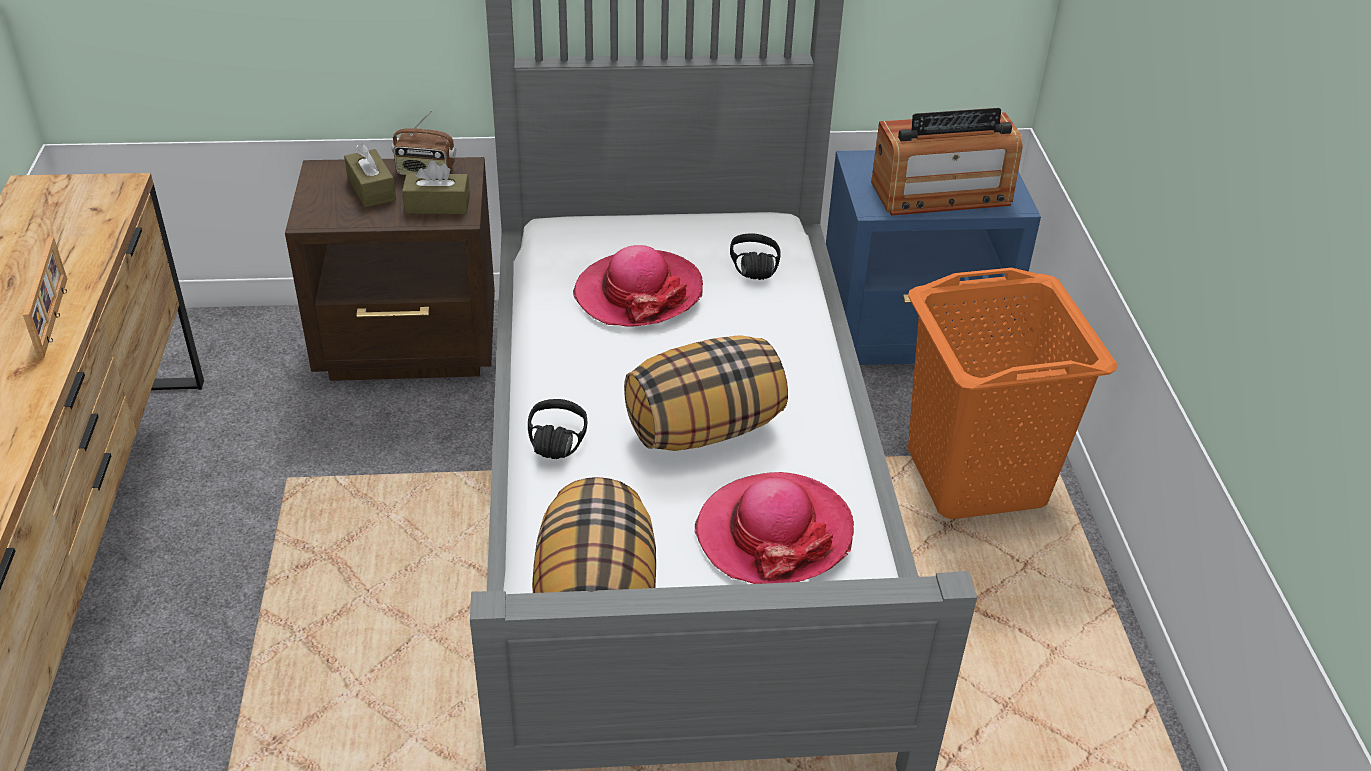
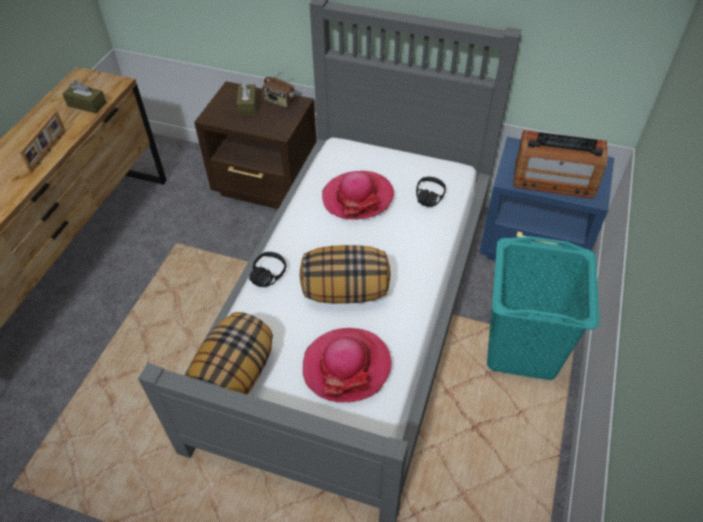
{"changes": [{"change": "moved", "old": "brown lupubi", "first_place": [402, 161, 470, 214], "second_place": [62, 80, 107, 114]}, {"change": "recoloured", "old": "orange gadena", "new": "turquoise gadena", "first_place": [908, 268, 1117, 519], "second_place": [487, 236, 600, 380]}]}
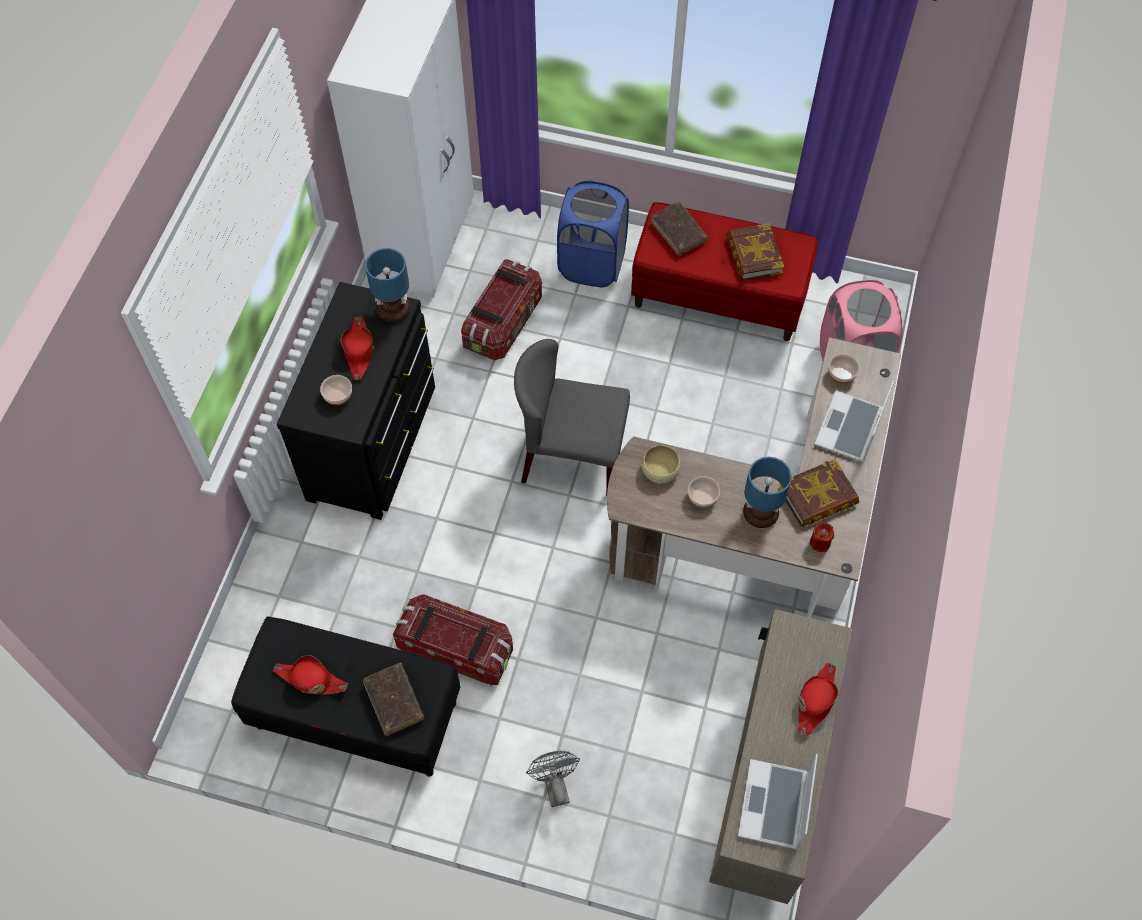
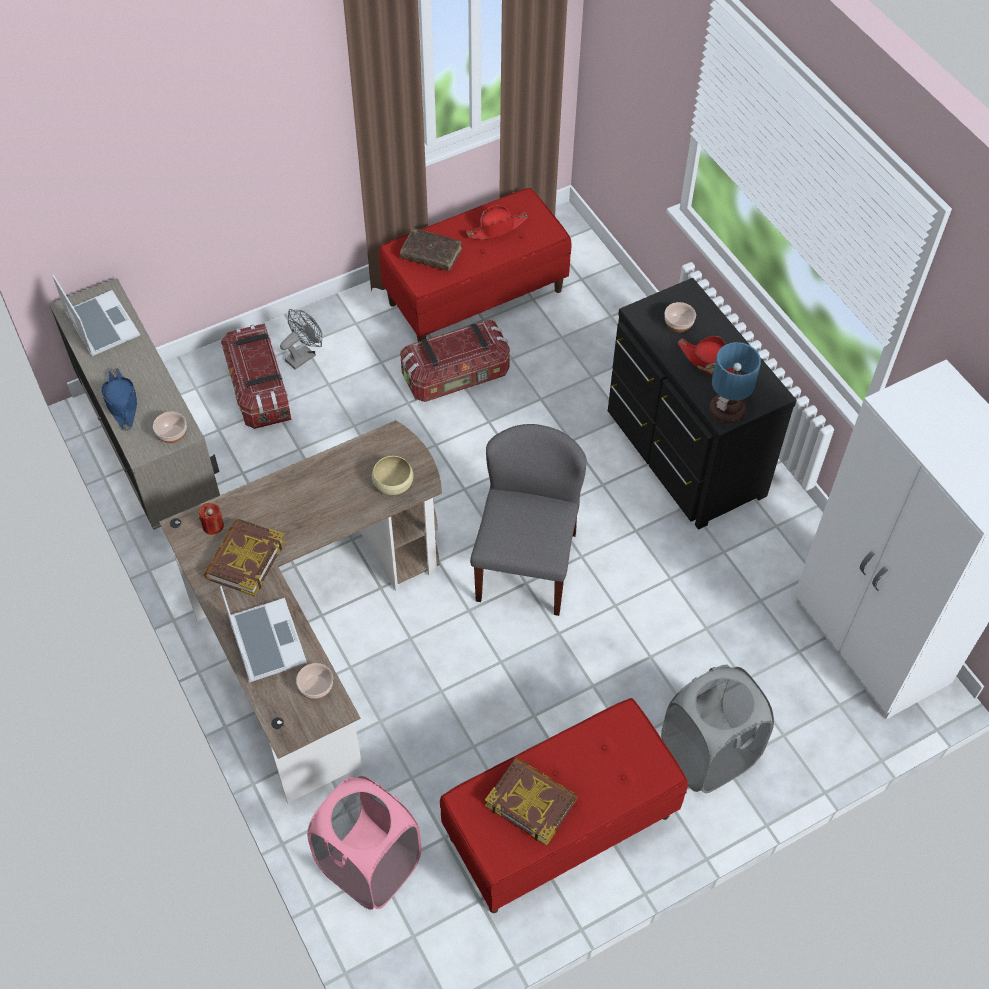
{"changes": [{"change": "removed", "old": "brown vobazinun", "first_place": [651, 202, 708, 256]}, {"change": "removed", "old": "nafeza", "first_place": [743, 457, 792, 528]}, {"change": "moved", "old": "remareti", "first_place": [461, 259, 542, 360], "second_place": [221, 324, 292, 429]}, {"change": "moved", "old": "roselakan", "first_place": [688, 476, 720, 508], "second_place": [153, 412, 187, 443]}, {"change": "recoloured", "old": "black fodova", "new": "red fodova", "first_place": [231, 617, 460, 777], "second_place": [379, 188, 571, 342]}, {"change": "recoloured", "old": "blue gadena", "new": "grey gadena", "first_place": [557, 181, 629, 287], "second_place": [661, 665, 774, 793]}, {"change": "recoloured", "old": "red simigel", "new": "blue simigel", "first_place": [798, 663, 838, 737], "second_place": [101, 368, 137, 431]}, {"change": "turned", "old": "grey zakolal", "first_place": [514, 339, 630, 496], "second_place": [470, 424, 587, 616], "degrees": -45}, {"change": "turned", "old": "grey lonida", "first_place": [526, 751, 580, 807], "second_place": [280, 309, 322, 370], "degrees": -75}]}
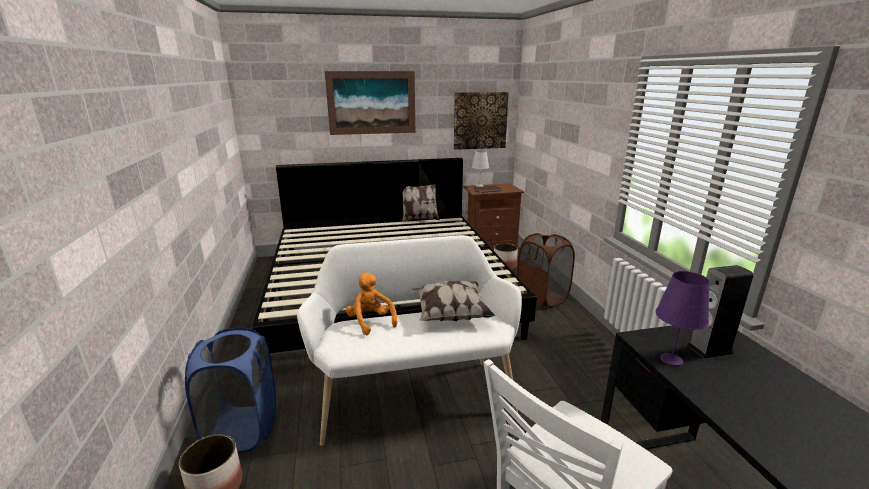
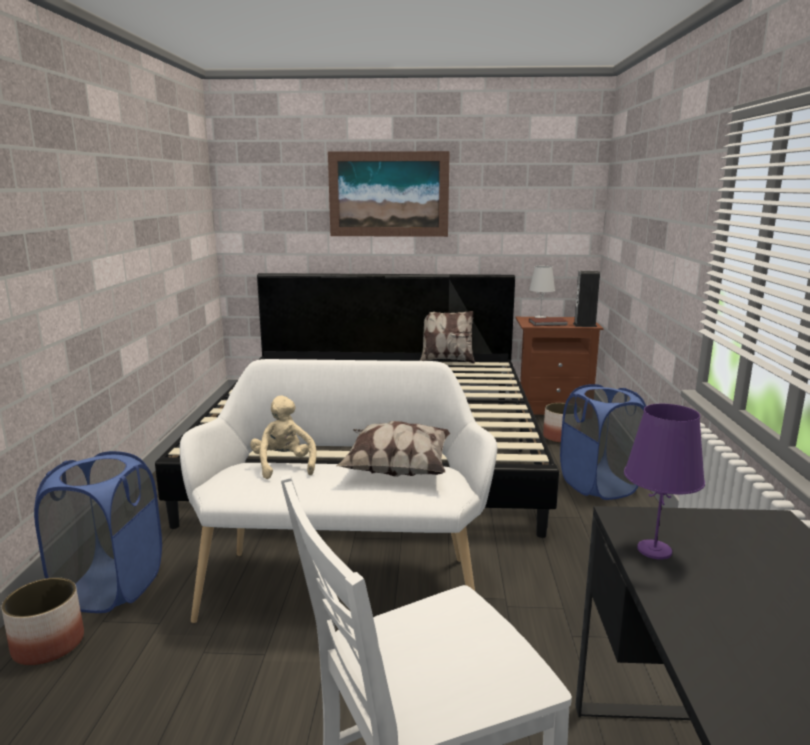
{"changes": [{"change": "removed", "old": "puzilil", "first_place": [454, 92, 509, 150]}, {"change": "moved", "old": "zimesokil", "first_place": [687, 265, 754, 359], "second_place": [573, 271, 600, 327]}, {"change": "recoloured", "old": "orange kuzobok", "new": "beige kuzobok", "first_place": [346, 273, 397, 335], "second_place": [250, 396, 317, 479]}, {"change": "recoloured", "old": "brown gadena", "new": "blue gadena", "first_place": [517, 233, 575, 308], "second_place": [560, 384, 646, 500]}]}
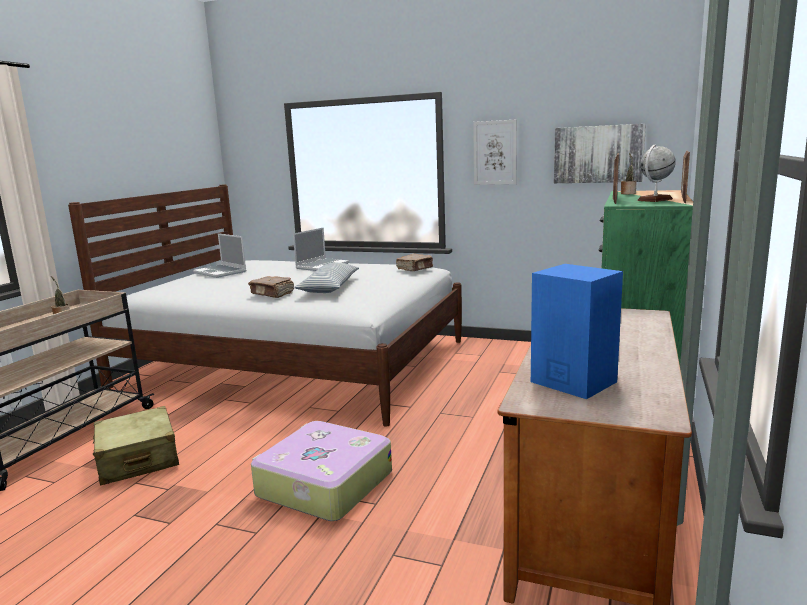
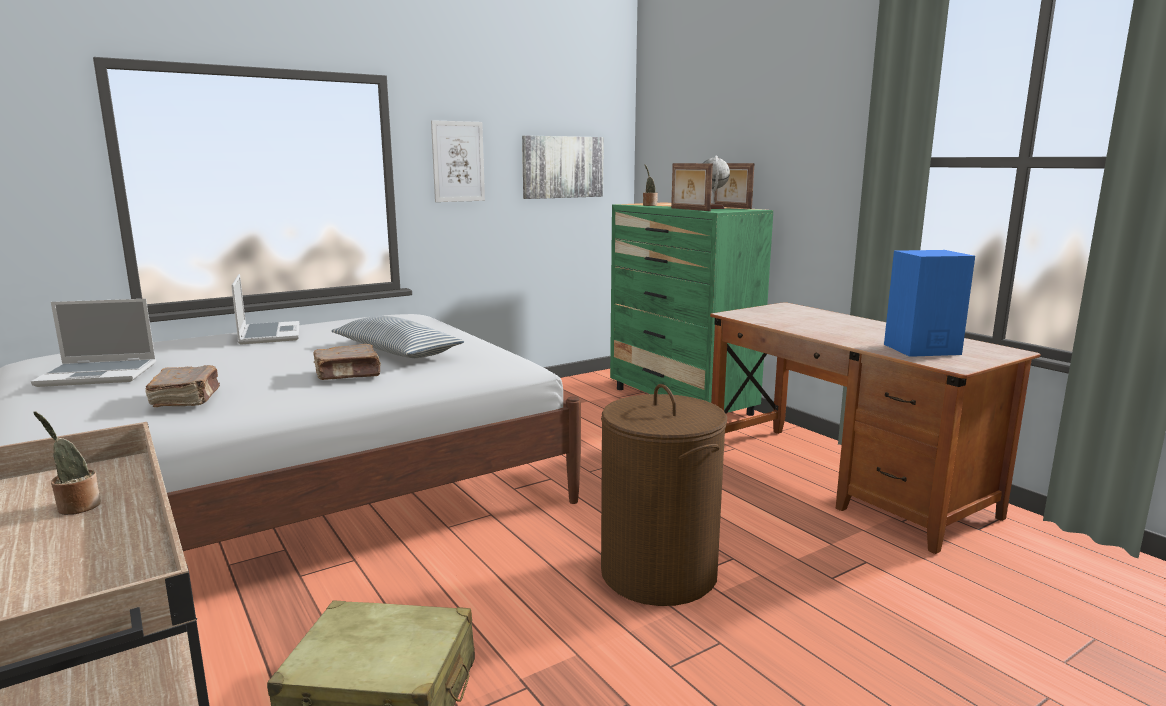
{"changes": [{"change": "moved", "old": "brown vobazinun", "first_place": [396, 254, 433, 271], "second_place": [145, 365, 220, 407]}, {"change": "replaced", "old": "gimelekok", "new": "brown gadena", "first_place": [251, 421, 392, 521], "second_place": [601, 384, 727, 606]}]}
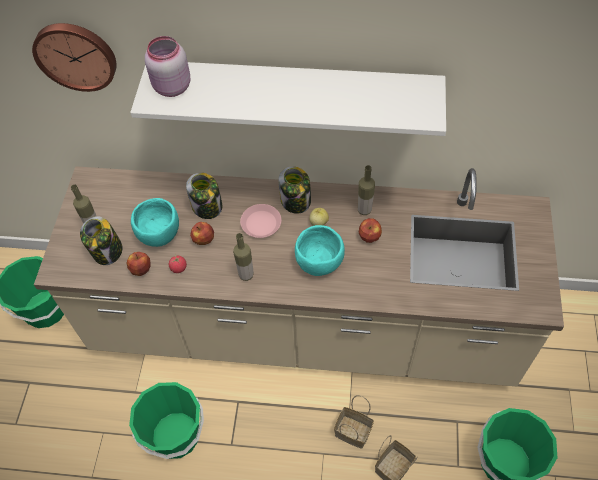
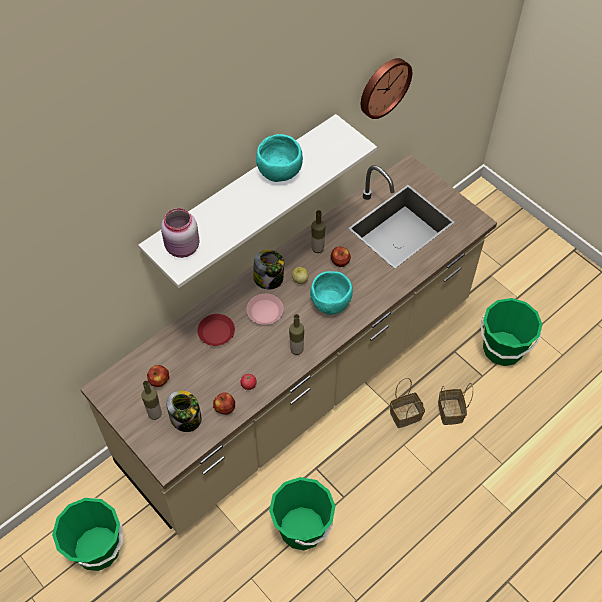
{"changes": [{"change": "moved", "old": "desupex", "first_place": [32, 23, 117, 92], "second_place": [361, 58, 412, 119]}, {"change": "moved", "old": "turquoise roselakan", "first_place": [131, 198, 179, 247], "second_place": [256, 134, 303, 182]}, {"change": "moved", "old": "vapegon", "first_place": [190, 222, 214, 245], "second_place": [147, 365, 169, 387]}, {"change": "replaced", "old": "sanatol", "new": "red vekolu", "first_place": [186, 173, 223, 219], "second_place": [197, 314, 235, 346]}]}
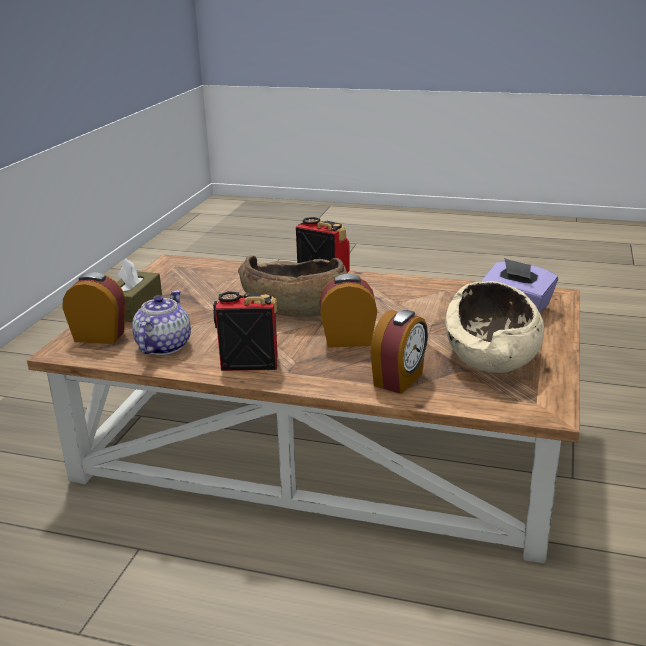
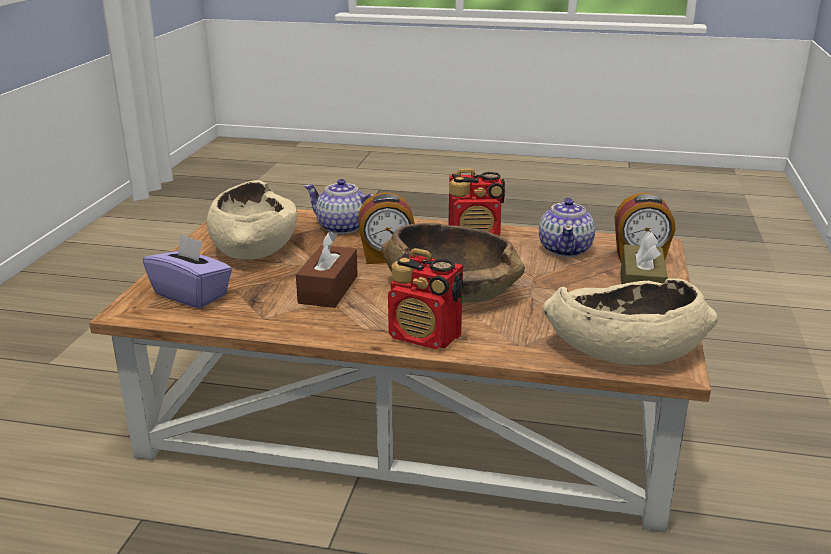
{"changes": [{"change": "added", "new": "brown lupubi", "second_place": [296, 232, 358, 308]}, {"change": "added", "new": "beige roselakan", "second_place": [543, 278, 718, 365]}, {"change": "replaced", "old": "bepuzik", "new": "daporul", "first_place": [370, 310, 428, 394], "second_place": [304, 179, 373, 234]}]}
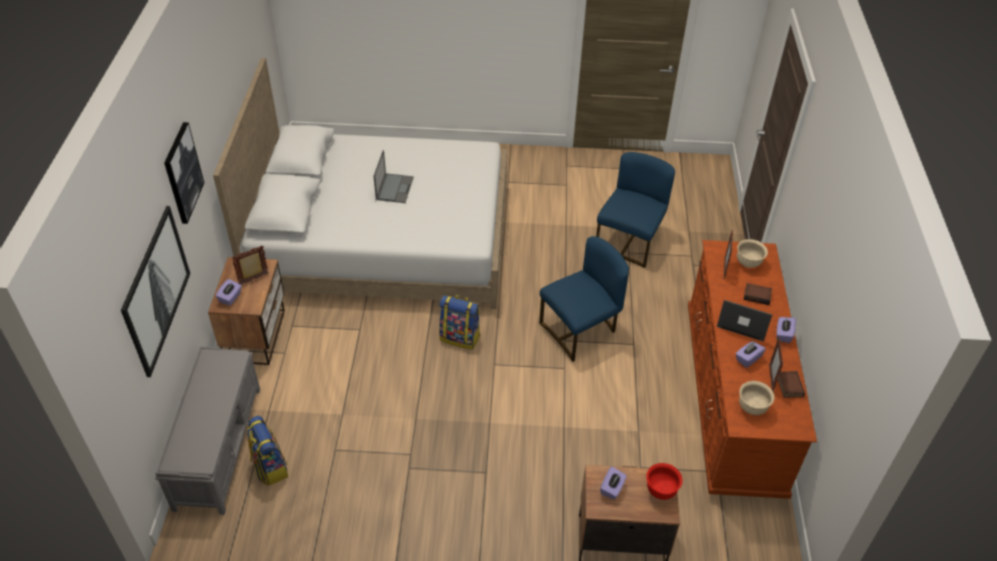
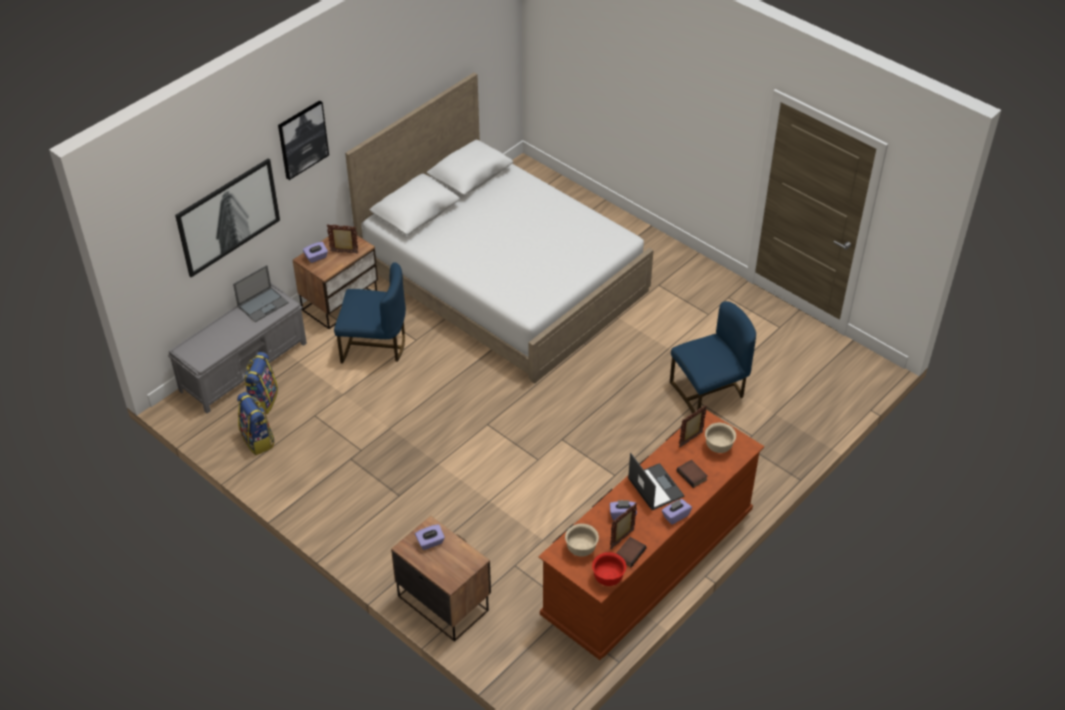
{"changes": [{"change": "moved", "old": "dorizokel", "first_place": [374, 150, 414, 203], "second_place": [233, 265, 289, 322]}, {"change": "moved", "old": "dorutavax", "first_place": [439, 295, 480, 350], "second_place": [237, 392, 274, 455]}, {"change": "moved", "old": "blue zakolal", "first_place": [539, 236, 629, 362], "second_place": [334, 262, 406, 364]}, {"change": "moved", "old": "red roselakan", "first_place": [646, 463, 683, 500], "second_place": [592, 552, 626, 586]}]}
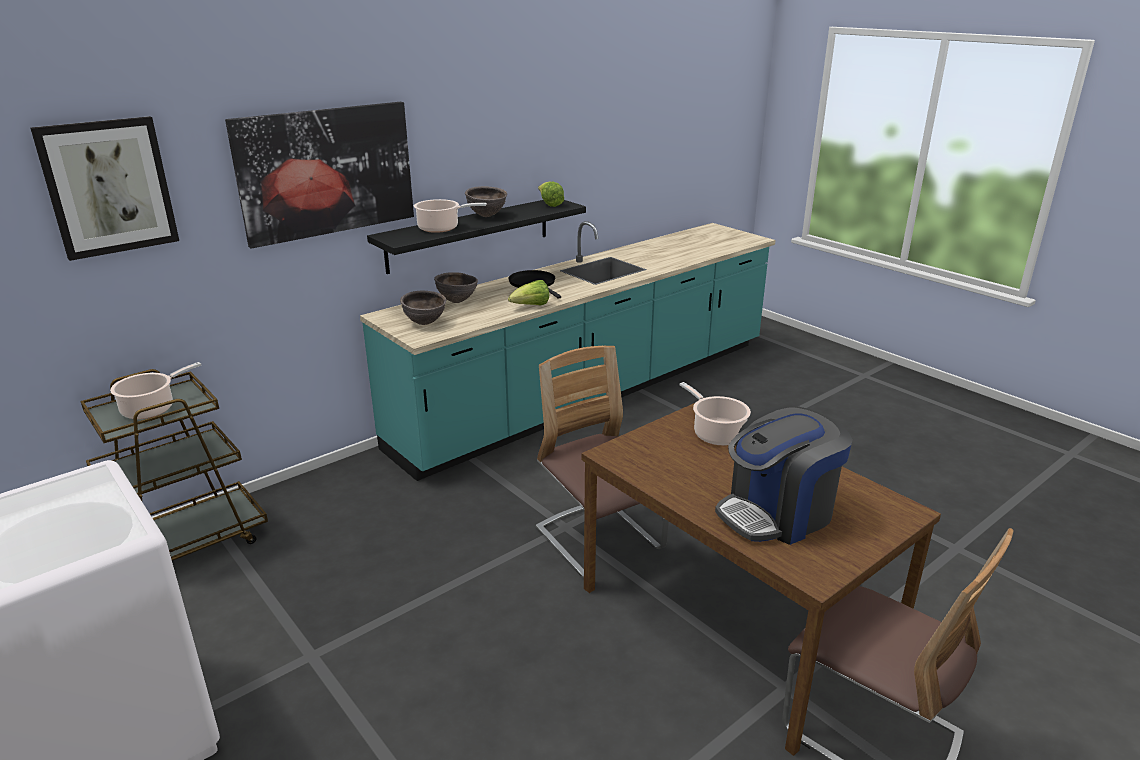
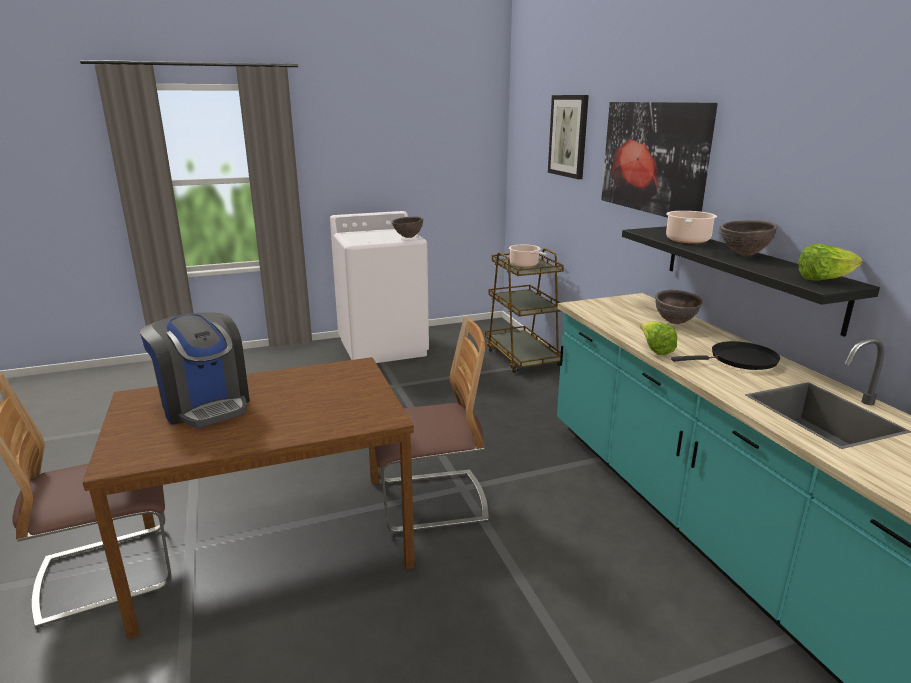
{"changes": [{"change": "removed", "old": "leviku", "first_place": [680, 382, 751, 446]}, {"change": "moved", "old": "brown roselakan", "first_place": [400, 290, 446, 325], "second_place": [392, 216, 423, 238]}, {"change": "turned", "old": "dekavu", "first_place": [715, 405, 853, 545], "second_place": [140, 313, 250, 428], "degrees": 150}]}
